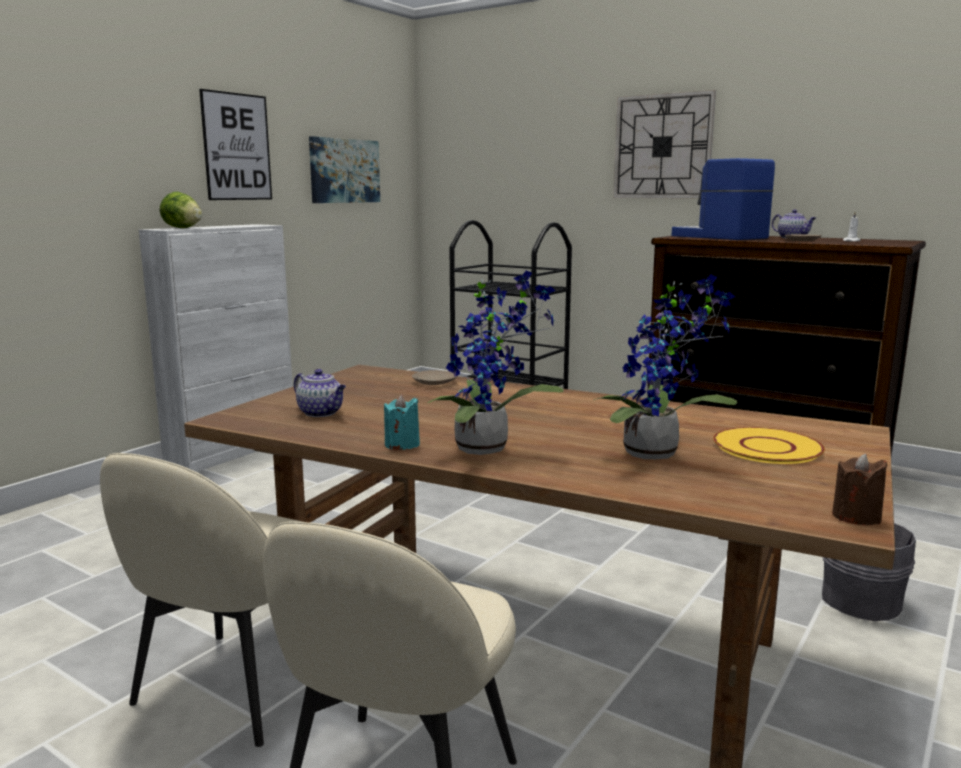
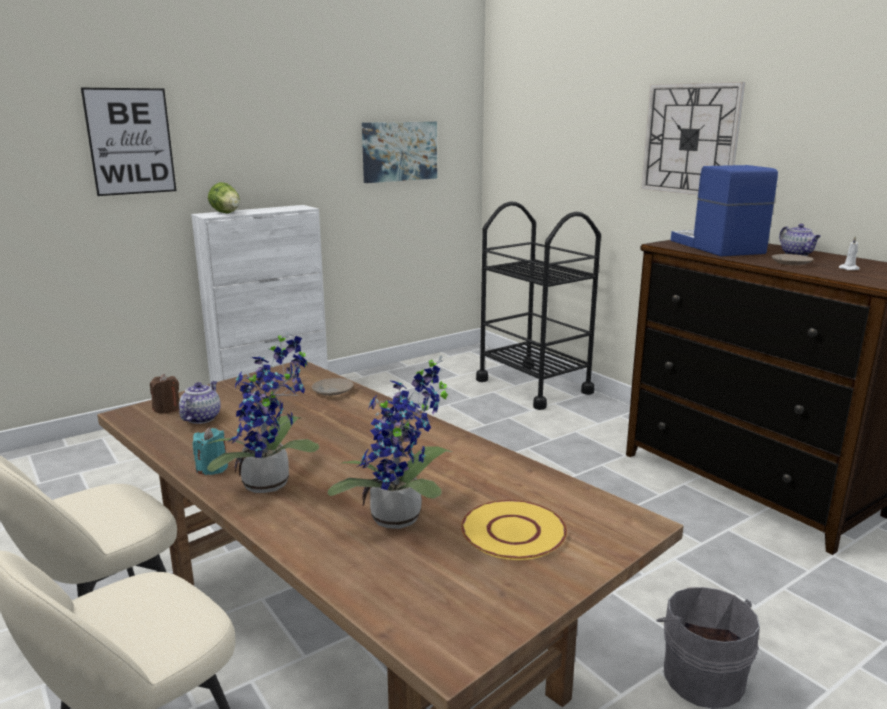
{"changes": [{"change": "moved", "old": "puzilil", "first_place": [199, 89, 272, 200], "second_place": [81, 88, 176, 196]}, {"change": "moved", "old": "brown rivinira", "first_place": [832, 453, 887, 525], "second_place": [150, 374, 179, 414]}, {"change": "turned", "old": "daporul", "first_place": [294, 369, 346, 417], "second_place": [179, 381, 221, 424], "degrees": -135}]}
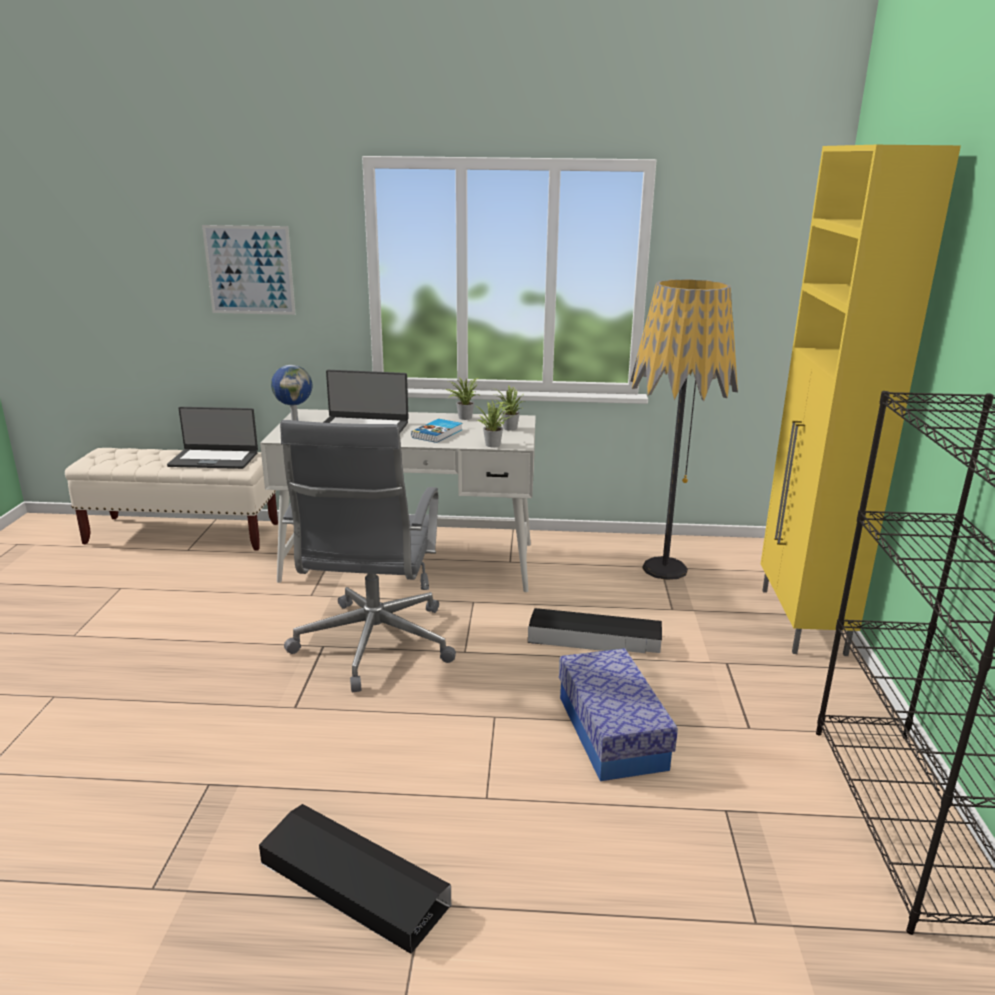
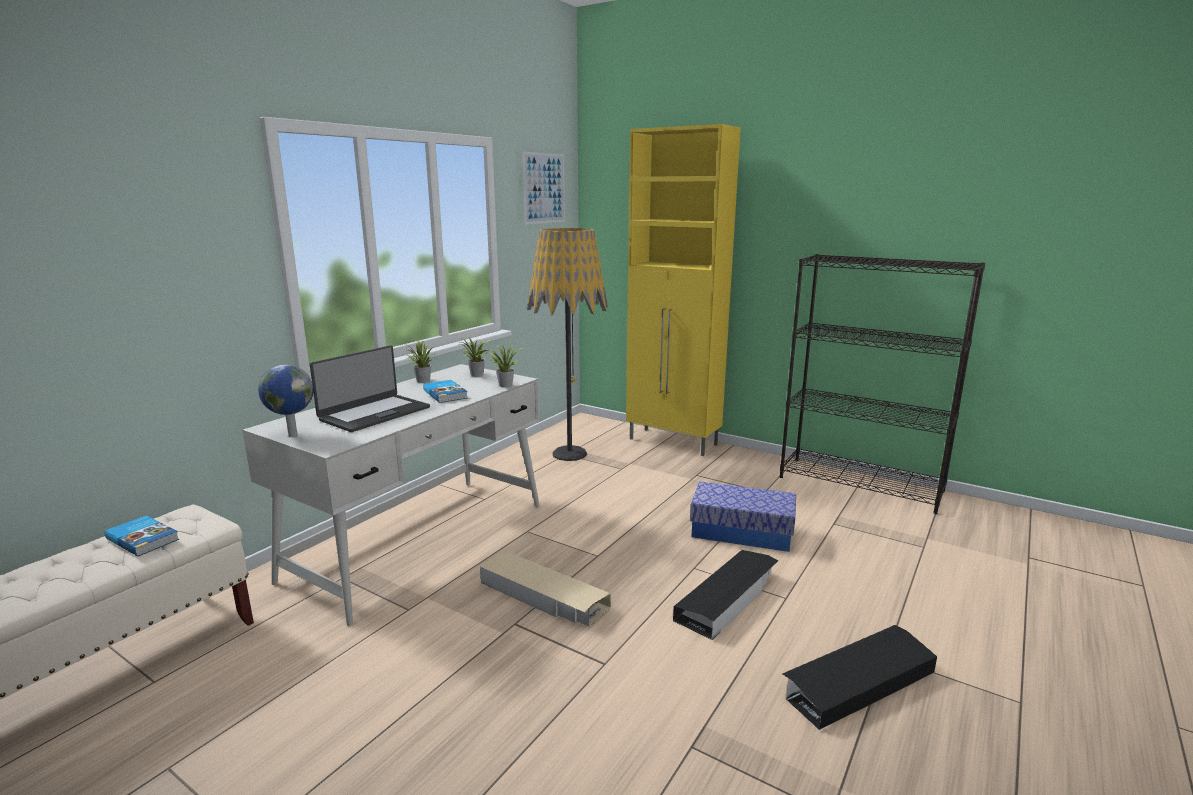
{"changes": [{"change": "moved", "old": "puzilil", "first_place": [202, 225, 296, 315], "second_place": [522, 152, 565, 224]}, {"change": "moved", "old": "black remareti", "first_place": [528, 608, 662, 653], "second_place": [673, 550, 778, 640]}, {"change": "replaced", "old": "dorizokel", "new": "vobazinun", "first_place": [167, 407, 258, 469], "second_place": [104, 515, 179, 556]}, {"change": "replaced", "old": "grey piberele", "new": "beige remareti", "first_place": [280, 420, 456, 692], "second_place": [480, 552, 611, 627]}]}
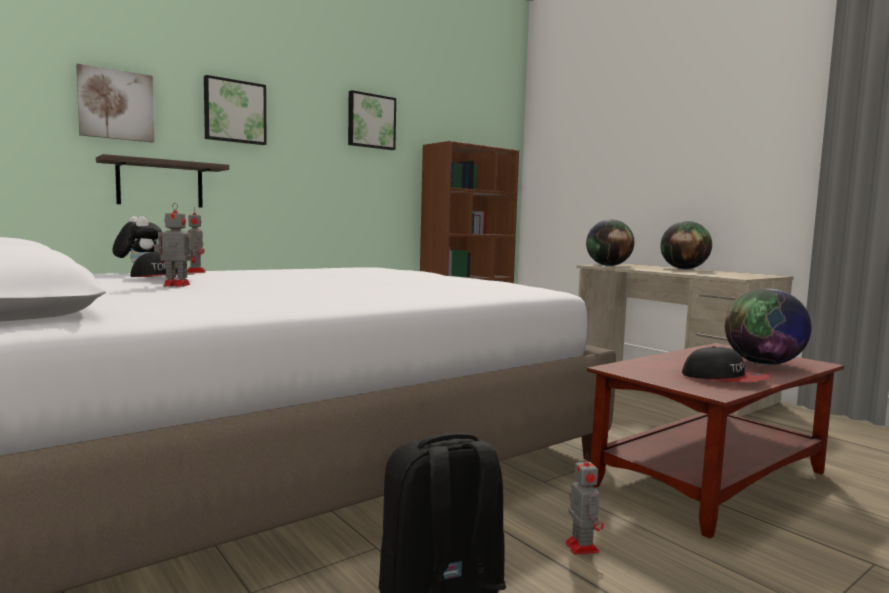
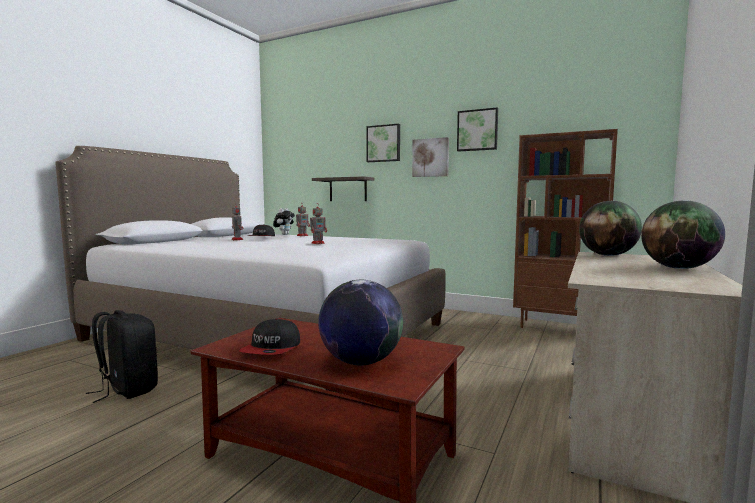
{"changes": [{"change": "moved", "old": "puzilil", "first_place": [76, 64, 154, 143], "second_place": [412, 137, 449, 177]}, {"change": "moved", "old": "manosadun", "first_place": [565, 453, 604, 555], "second_place": [310, 204, 327, 244]}]}
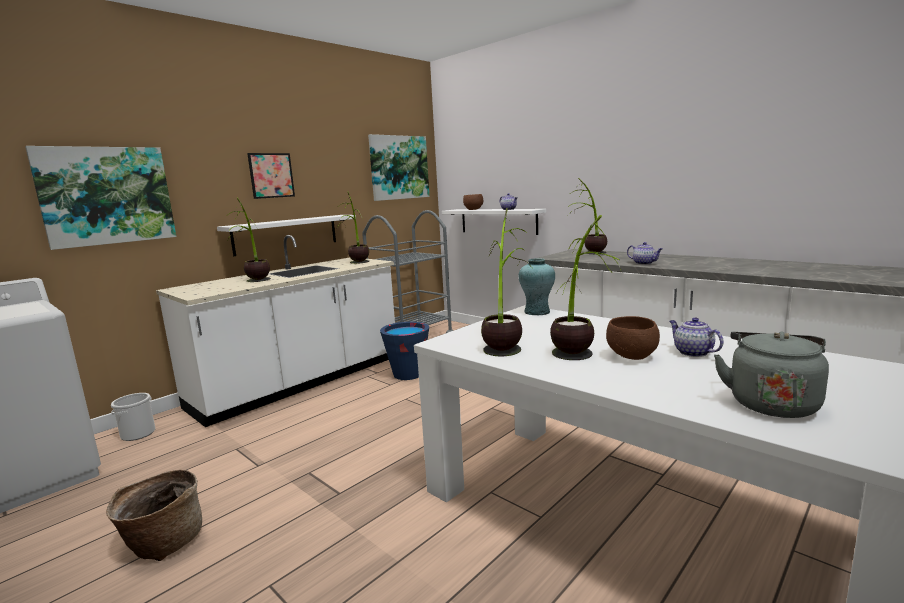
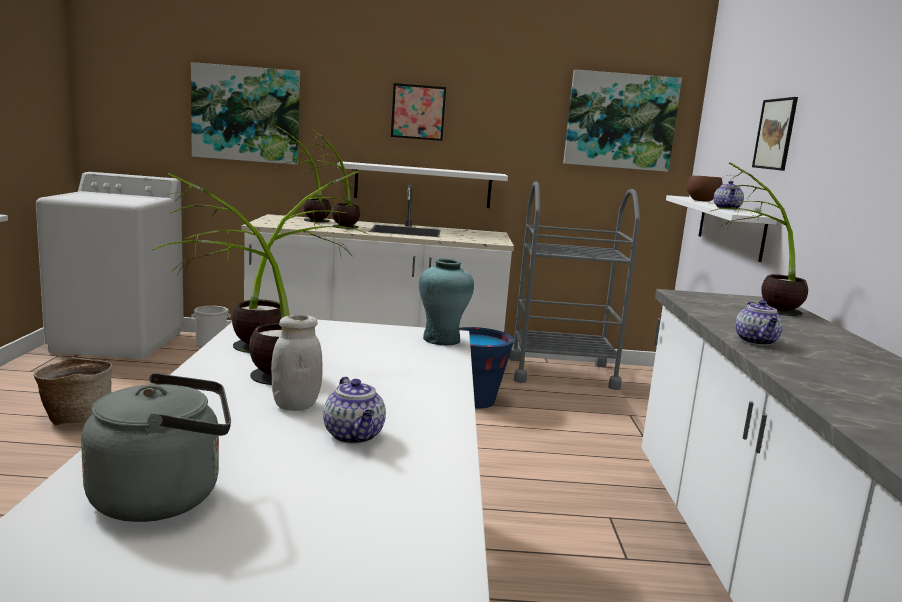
{"changes": [{"change": "added", "new": "puzilil", "second_place": [752, 97, 798, 171]}, {"change": "moved", "old": "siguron", "first_place": [338, 191, 369, 264], "second_place": [266, 126, 331, 223]}, {"change": "replaced", "old": "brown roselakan", "new": "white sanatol", "first_place": [606, 316, 660, 360], "second_place": [271, 315, 322, 411]}, {"change": "turned", "old": "daporul", "first_place": [669, 317, 724, 357], "second_place": [323, 377, 386, 444], "degrees": 135}]}
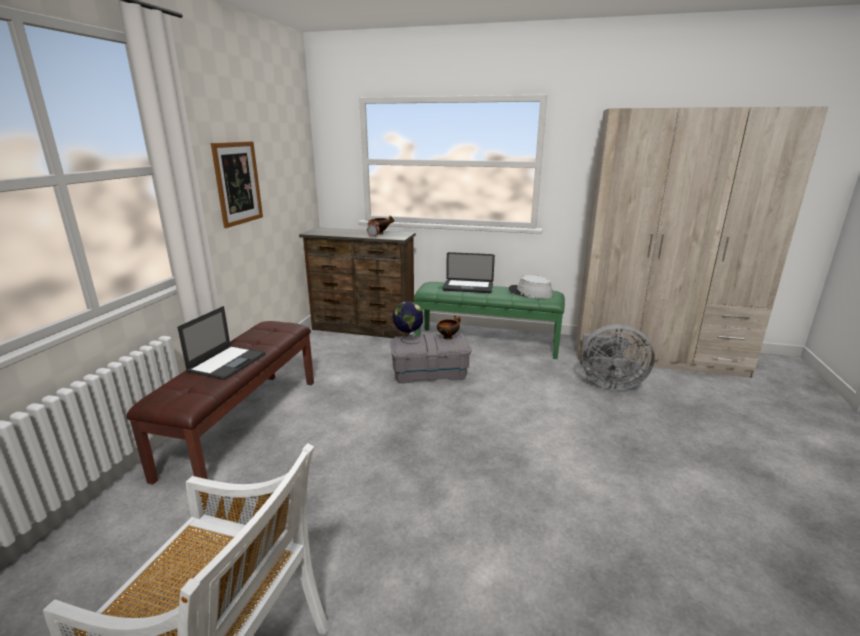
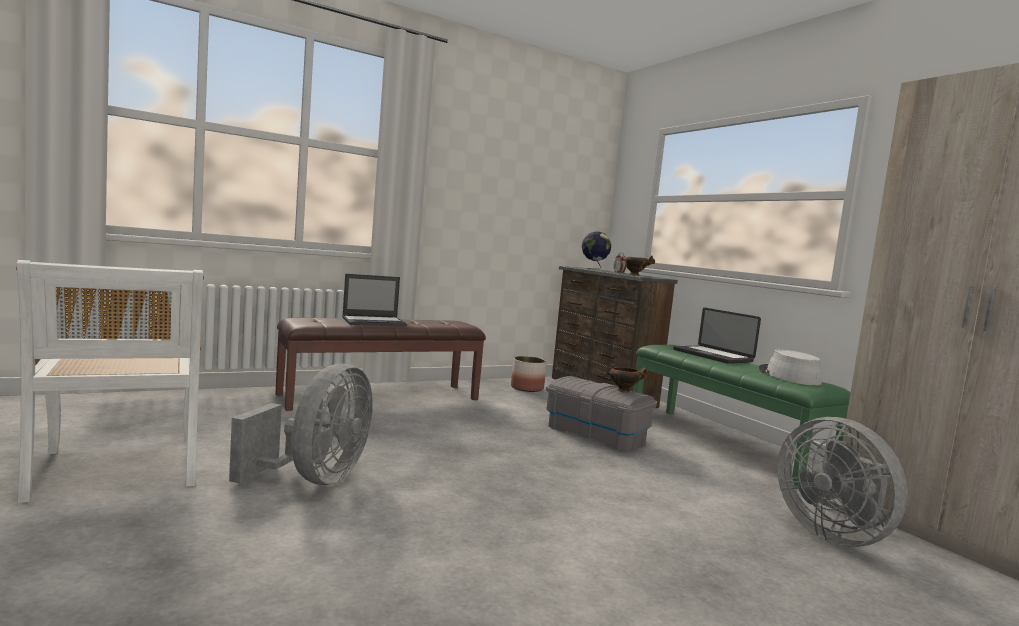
{"changes": [{"change": "removed", "old": "puzilil", "first_place": [211, 141, 263, 228]}, {"change": "added", "new": "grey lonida", "second_place": [229, 364, 373, 485]}, {"change": "added", "new": "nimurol", "second_place": [511, 356, 546, 392]}, {"change": "moved", "old": "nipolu", "first_place": [392, 301, 424, 344], "second_place": [582, 231, 611, 270]}]}
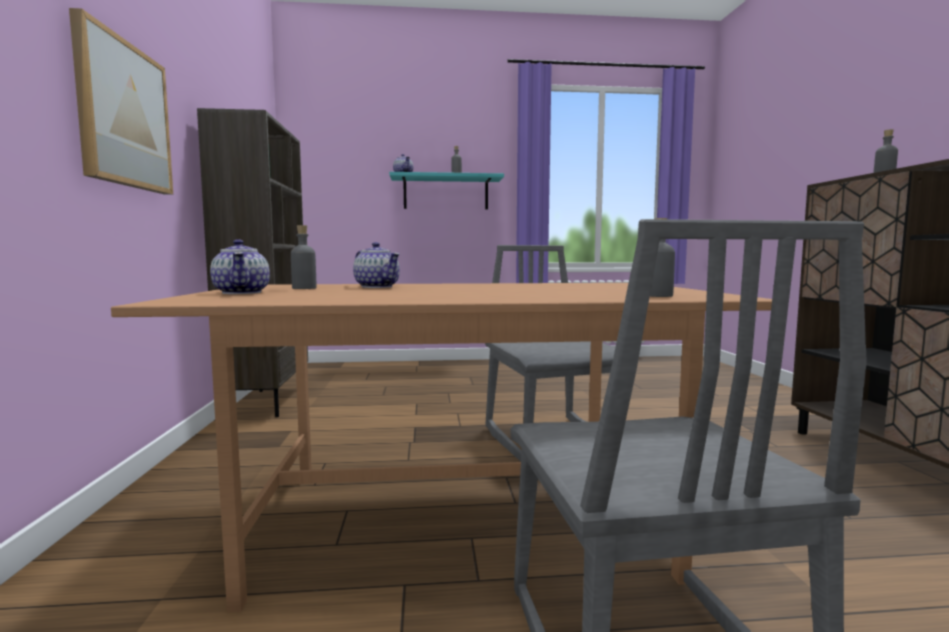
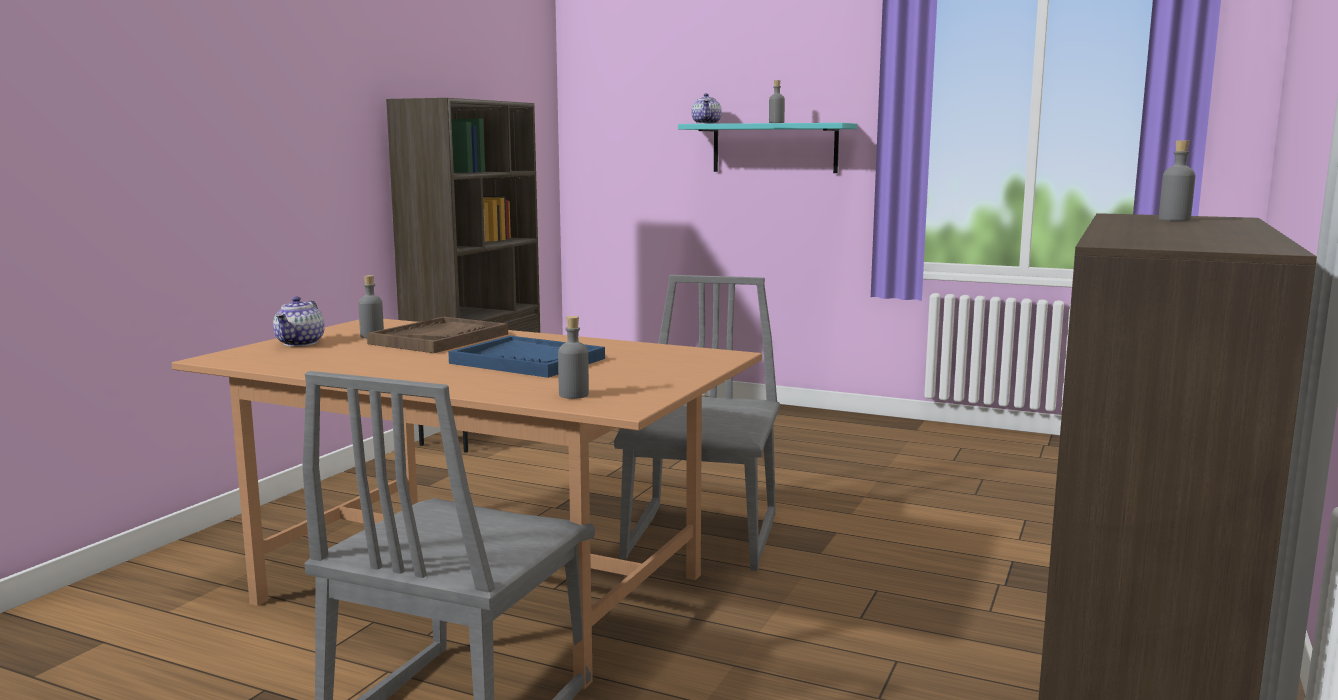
{"changes": [{"change": "removed", "old": "puzilil", "first_place": [69, 8, 173, 195]}, {"change": "added", "new": "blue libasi", "second_place": [448, 336, 605, 378]}, {"change": "replaced", "old": "daporul", "new": "brown libasi", "first_place": [353, 242, 400, 288], "second_place": [367, 317, 508, 353]}]}
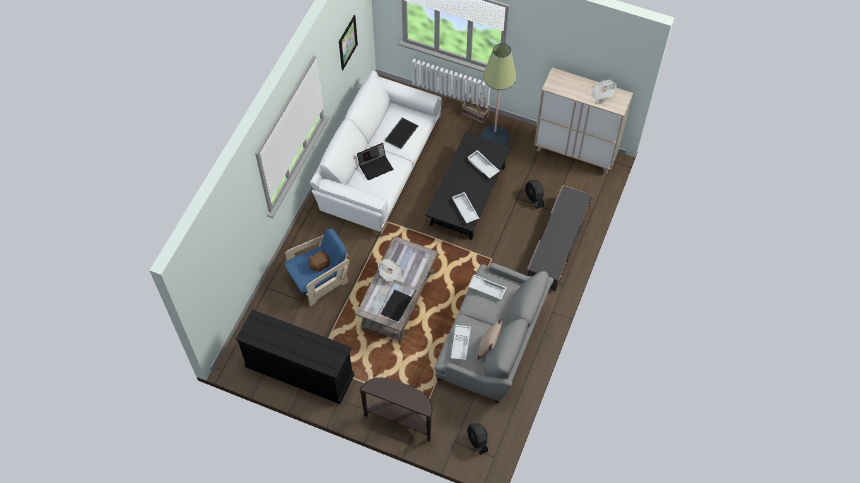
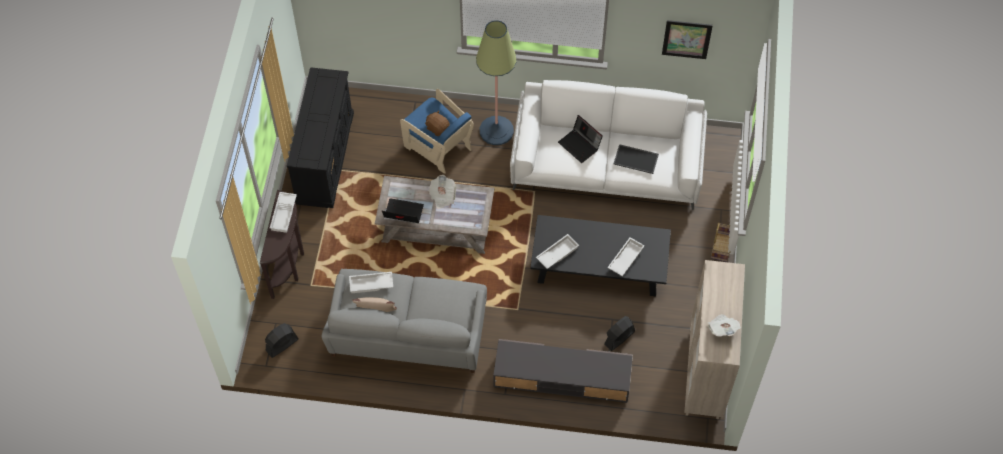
{"changes": [{"change": "moved", "old": "white libasi", "first_place": [468, 275, 507, 301], "second_place": [270, 192, 297, 233]}, {"change": "moved", "old": "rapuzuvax", "first_place": [481, 43, 517, 145], "second_place": [476, 20, 517, 145]}]}
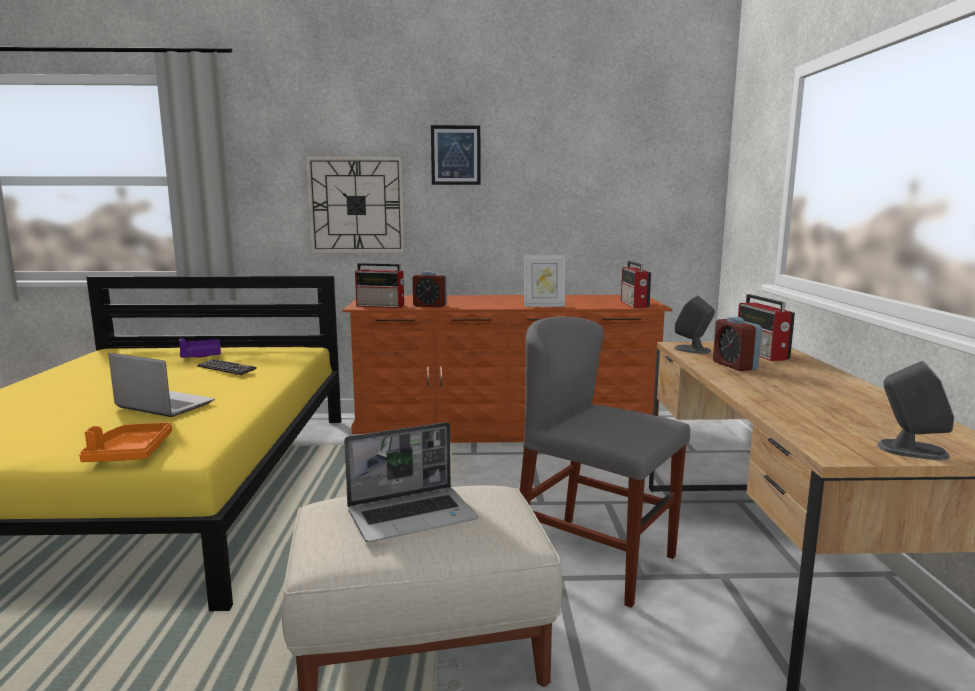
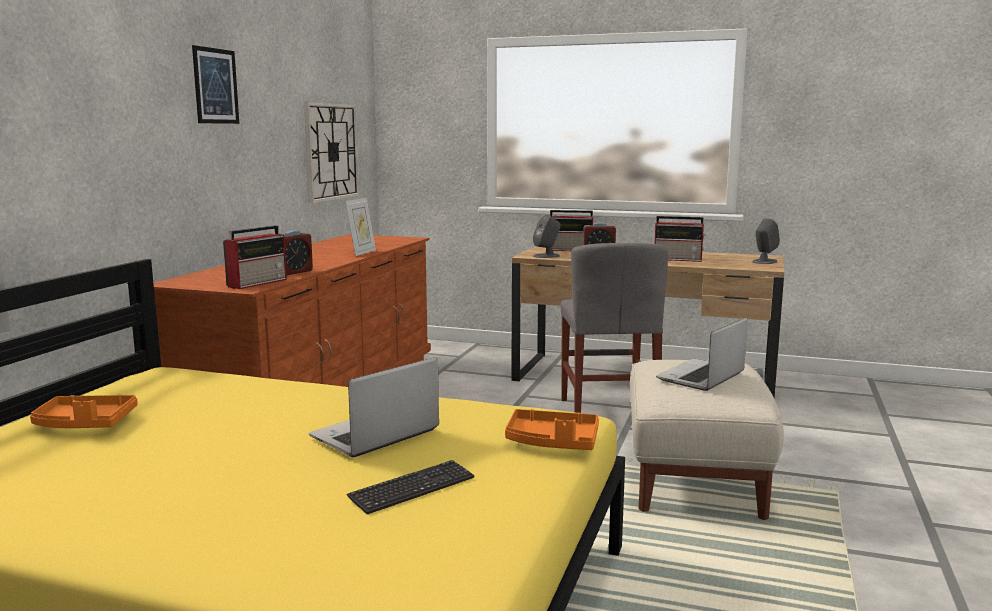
{"changes": [{"change": "moved", "old": "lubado", "first_place": [197, 359, 257, 375], "second_place": [347, 460, 474, 514]}, {"change": "moved", "old": "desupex", "first_place": [306, 157, 405, 253], "second_place": [304, 102, 360, 204]}, {"change": "moved", "old": "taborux", "first_place": [621, 261, 651, 308], "second_place": [655, 216, 706, 262]}, {"change": "recoloured", "old": "purple libasi", "new": "orange libasi", "first_place": [179, 338, 221, 358], "second_place": [30, 395, 138, 428]}, {"change": "turned", "old": "dorizokel", "first_place": [344, 422, 478, 542], "second_place": [656, 317, 748, 391], "degrees": -135}, {"change": "turned", "old": "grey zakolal", "first_place": [520, 316, 690, 608], "second_place": [561, 243, 668, 413], "degrees": -60}]}
